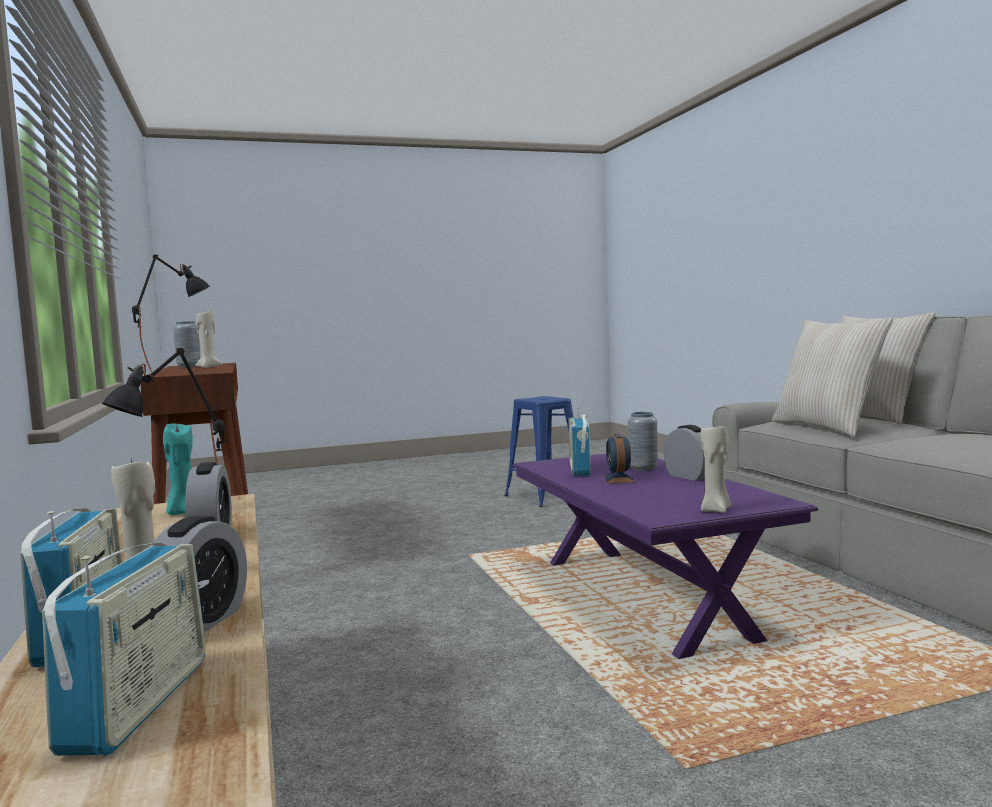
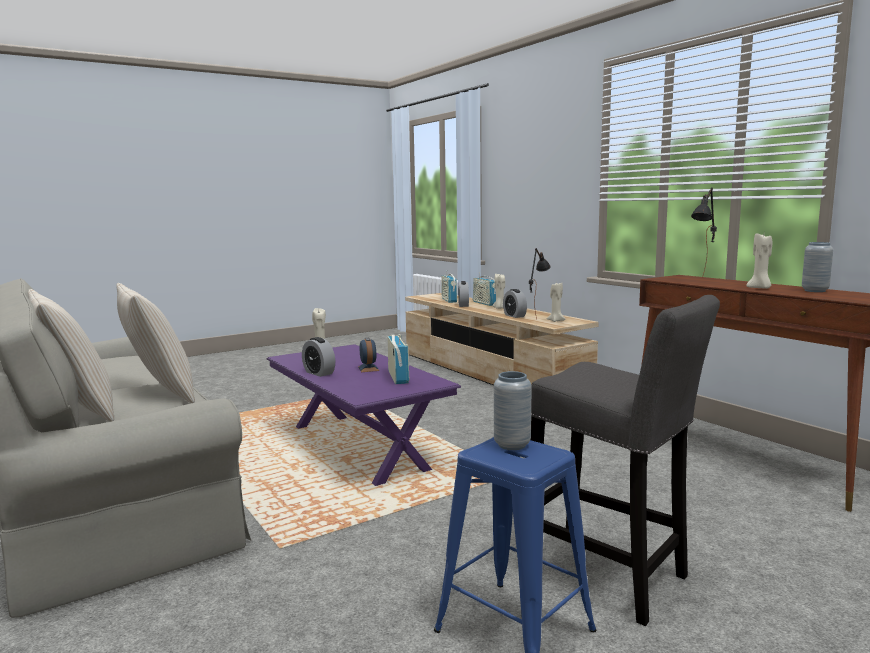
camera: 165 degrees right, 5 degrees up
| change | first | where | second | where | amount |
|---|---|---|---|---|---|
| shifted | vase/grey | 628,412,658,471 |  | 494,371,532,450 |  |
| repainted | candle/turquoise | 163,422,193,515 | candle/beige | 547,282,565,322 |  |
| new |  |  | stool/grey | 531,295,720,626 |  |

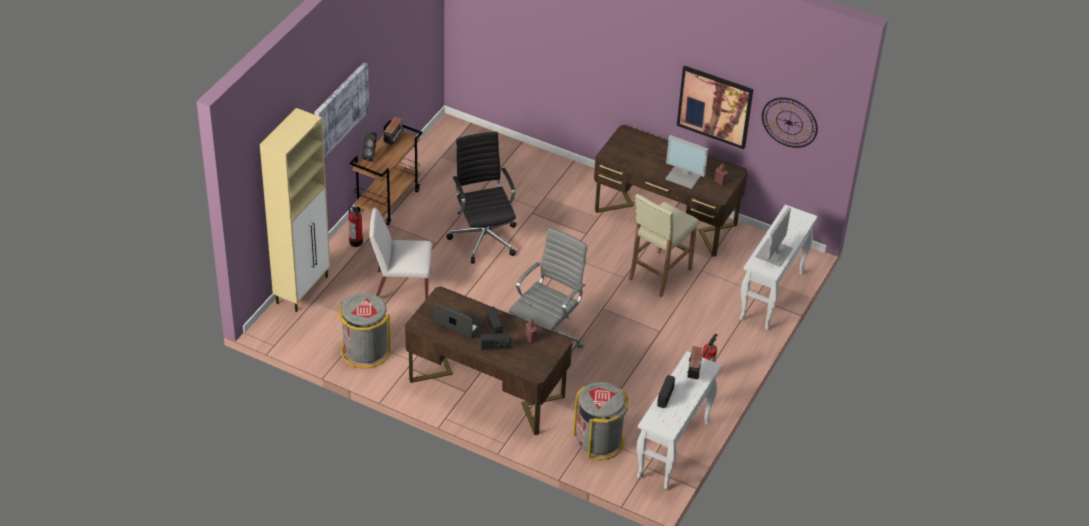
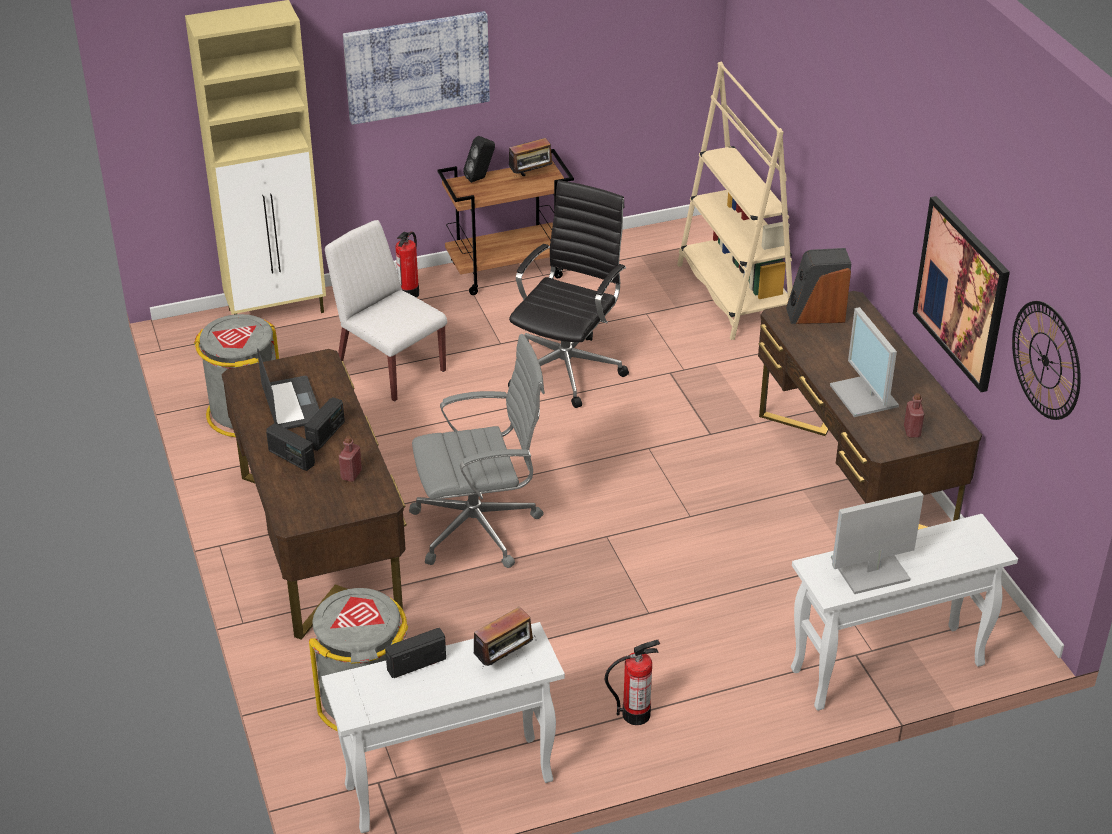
camera: 45 degrees right, 5 degrees down
| change | first | where | second | where | amount |
|---|---|---|---|---|---|
| gone | stool/beige | 629,194,699,297 |  |  |  |
| new |  |  | bookcase/beige | 677,62,793,340 |  |
| new |  |  | speaker | 786,248,851,324 |  |

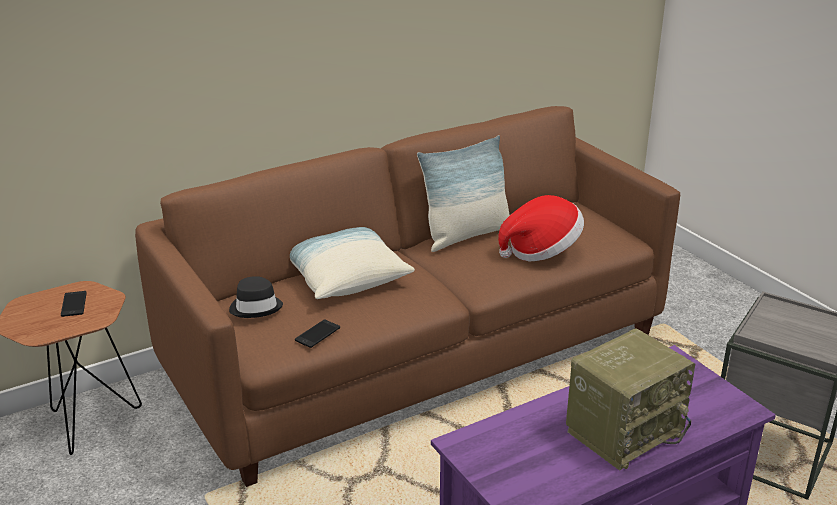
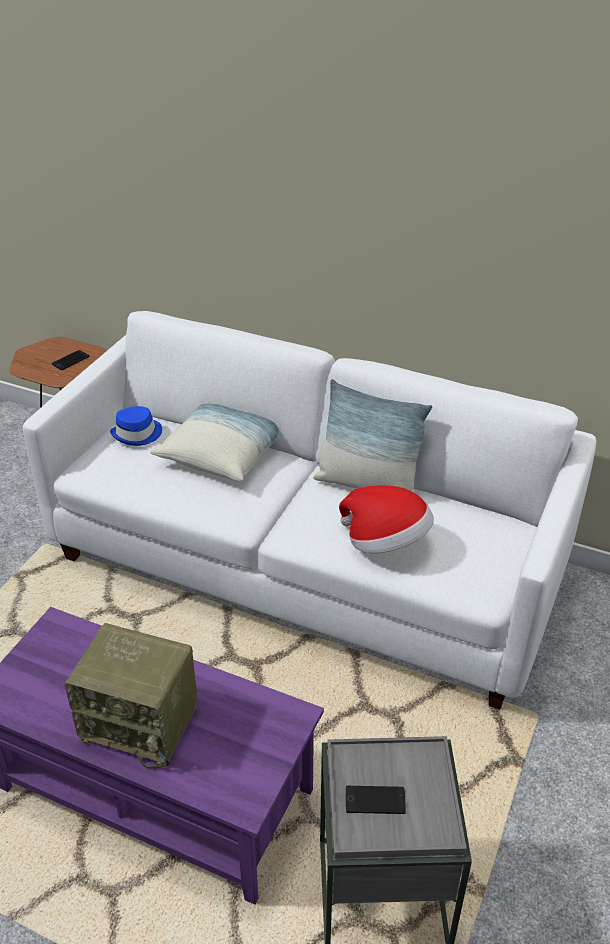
camera: 55 degrees right, 10 degrees up
| change | first | where | second | where | amount |
|---|---|---|---|---|---|
| repainted | sofa/brown | 135,106,680,487 | sofa/white | 23,311,596,710 |  |
| repainted | hat/black | 229,276,283,318 | hat/blue | 110,406,162,446 |  |
| shifted | phone | 295,320,340,348 |  | 346,786,406,814 |  |

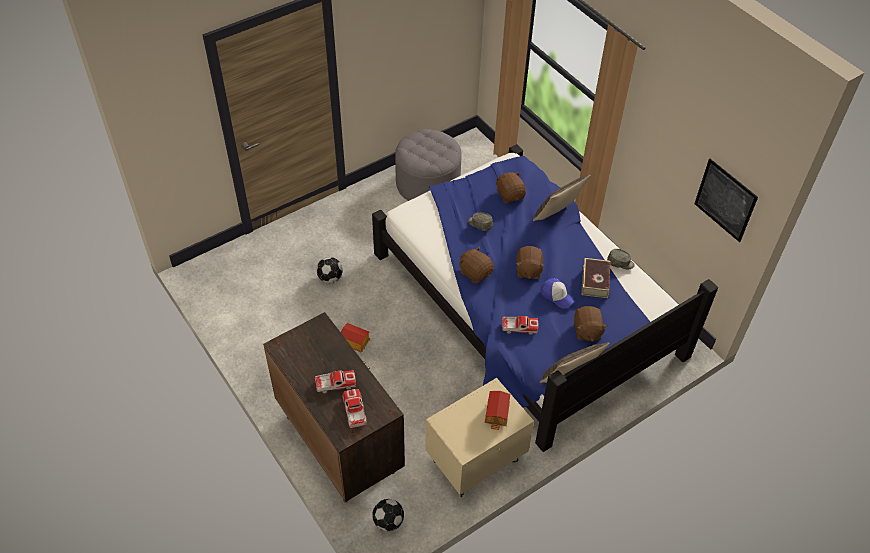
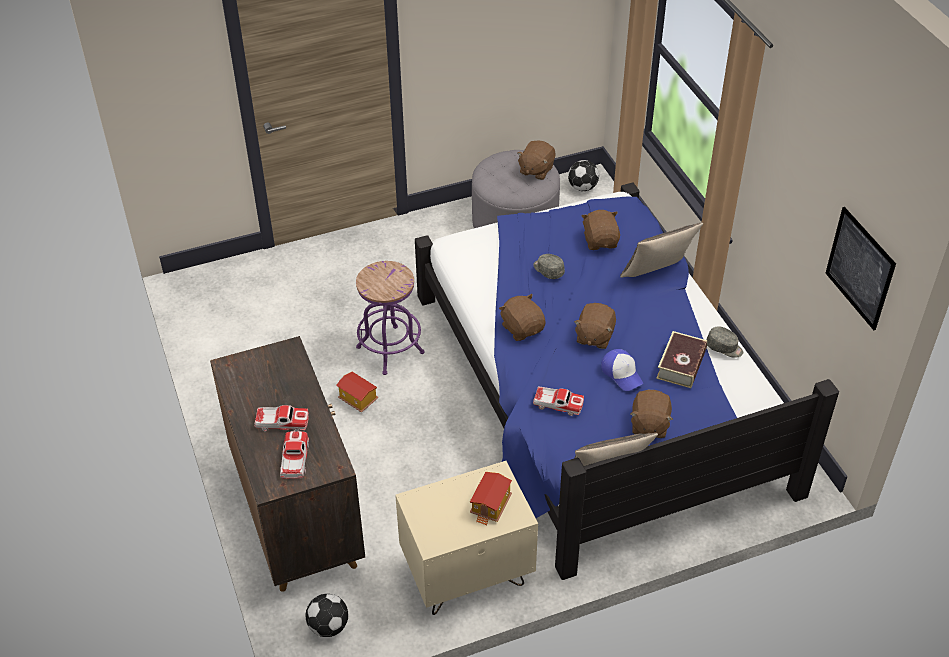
camera: 15 degrees right, 5 degrees down
| change | first | where | second | where | amount |
|---|---|---|---|---|---|
| shifted | football | 316,257,343,283 |  | 568,160,599,191 |  |
| new |  |  | plush toy/brown | 517,140,556,180 |  |
| new |  |  | stool/purple | 356,261,425,375 |  |

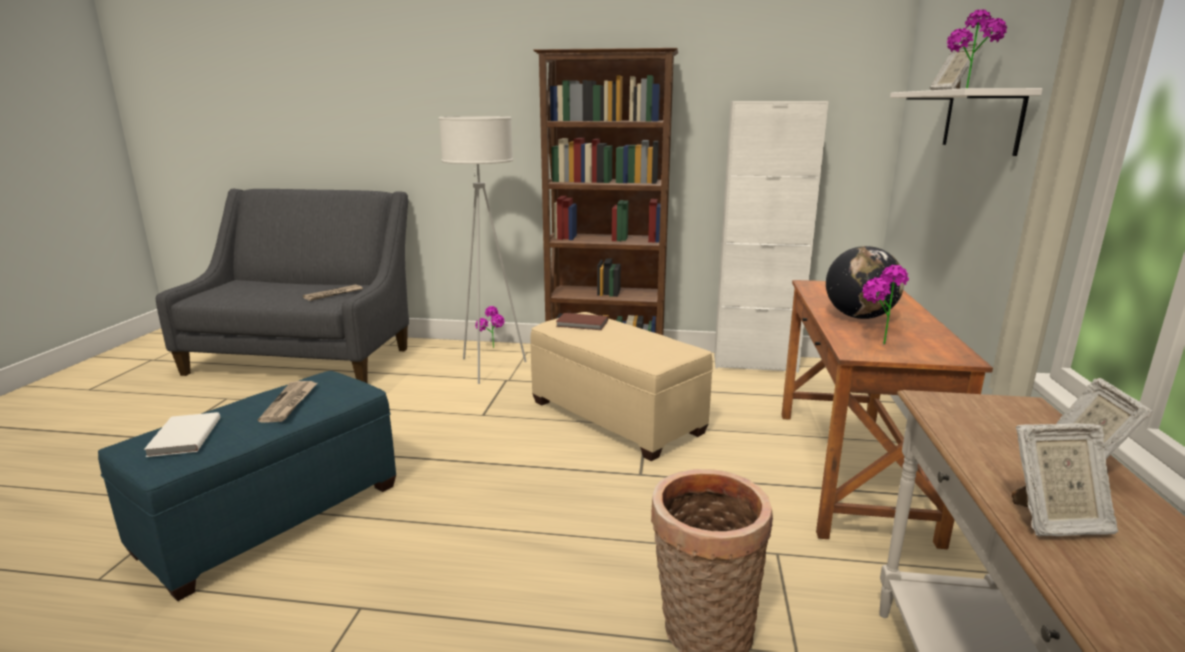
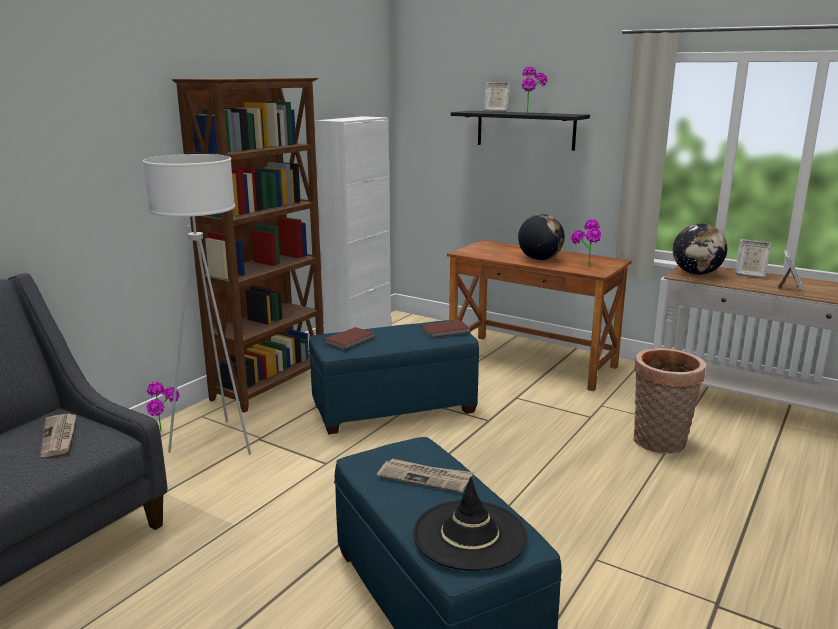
camera: 65 degrees left, 0 degrees up
| change | first | where | second | where | amount |
|---|---|---|---|---|---|
| repainted | shelf/white | 890,88,1043,156 | shelf/black | 451,111,590,151 |  |
| repainted | ottoman/beige | 530,312,713,461 | ottoman/blue | 309,320,479,434 |  |
| swapped | book/white | 144,412,220,457 | hat/black | 413,477,527,571 |  |
| new |  |  | globe | 673,223,727,275 |  |
| new |  |  | book/brown | 421,320,471,338 |  |

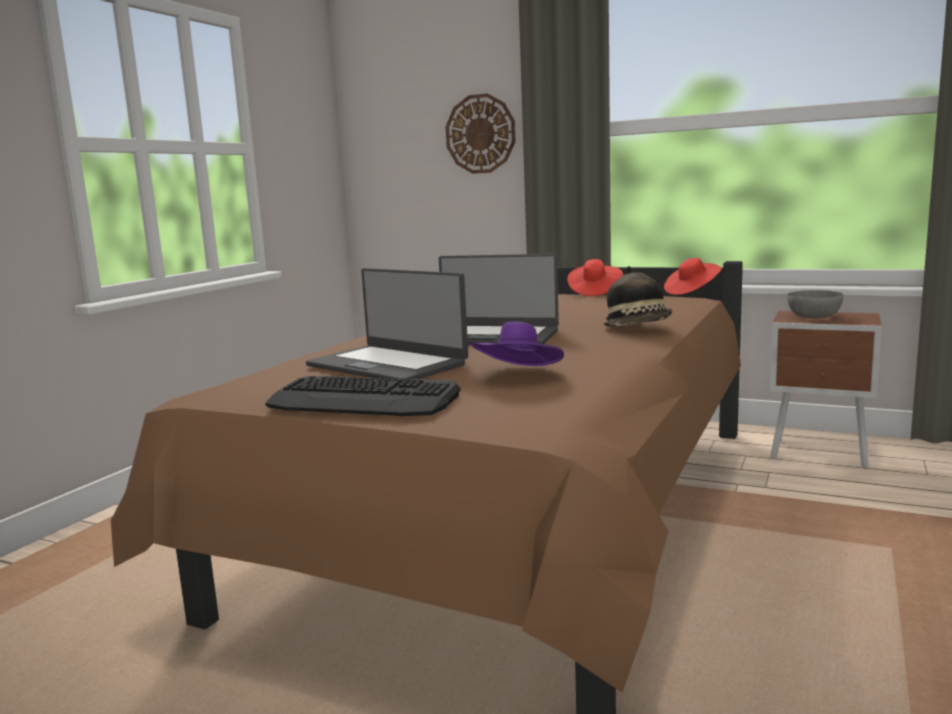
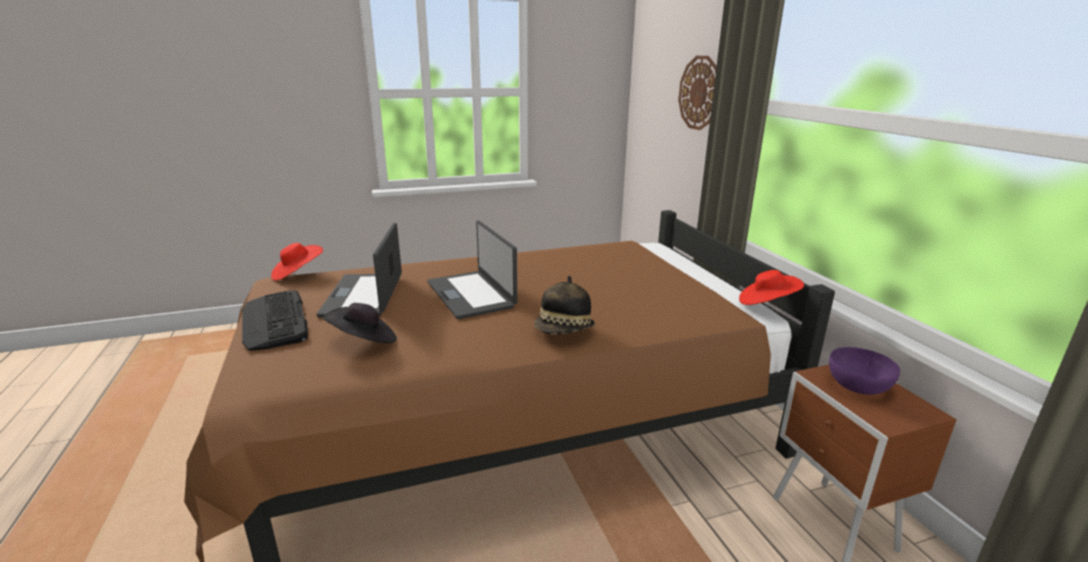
camera: 45 degrees right, 10 degrees up
| change | first | where | second | where | amount |
|---|---|---|---|---|---|
| shifted | hat/red | 567,259,623,296 |  | 271,243,323,281 |  |
| repainted | bowl/grey | 787,290,843,318 | bowl/purple | 829,347,900,395 |  |
| repainted | hat/purple | 470,322,564,366 | hat/black | 323,303,397,343 |  |

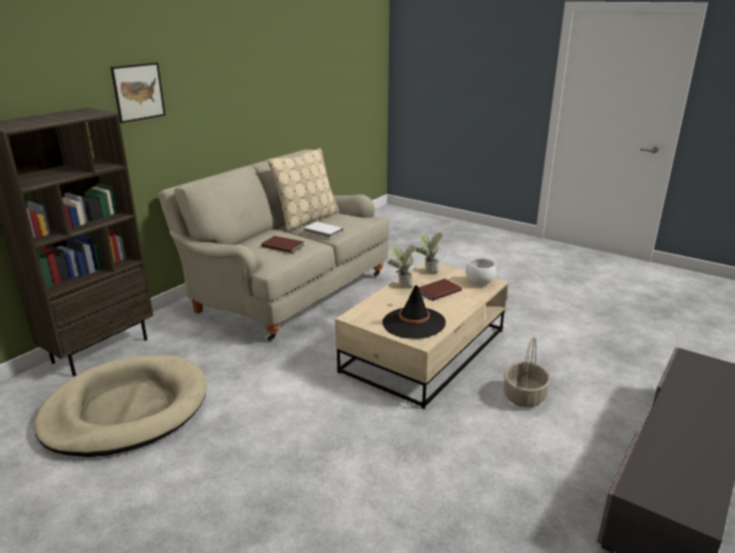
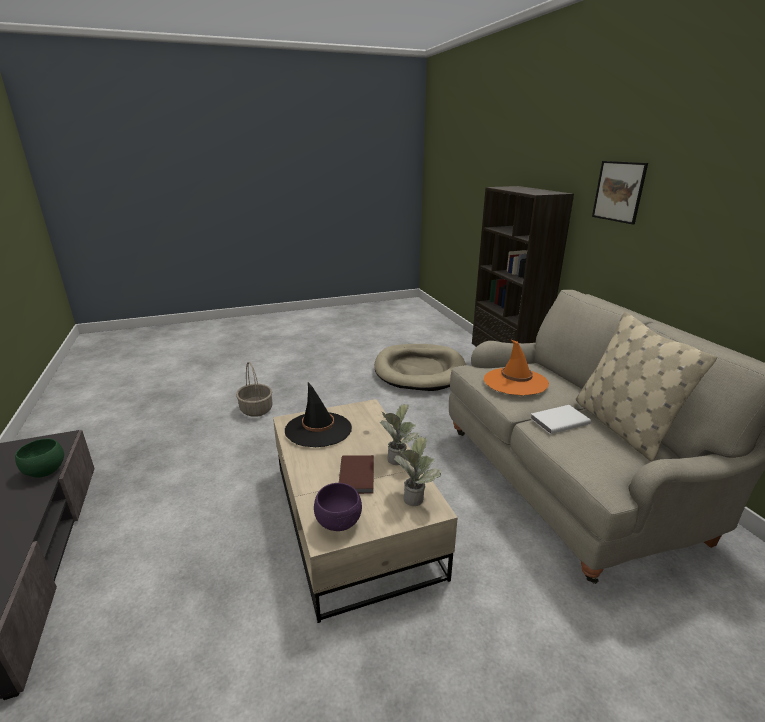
camera: 125 degrees right, 0 degrees up
| change | first | where | second | where | amount |
|---|---|---|---|---|---|
| swapped | book/brown | 261,236,304,253 | hat/orange | 484,340,549,395 |  |
| repainted | bowl/white | 465,258,496,286 | bowl/purple | 314,483,362,531 |  |
| shifted | basket | 504,337,551,407 |  | 236,362,272,417 |  |
| new |  |  | bowl/green | 15,438,64,478 |  |

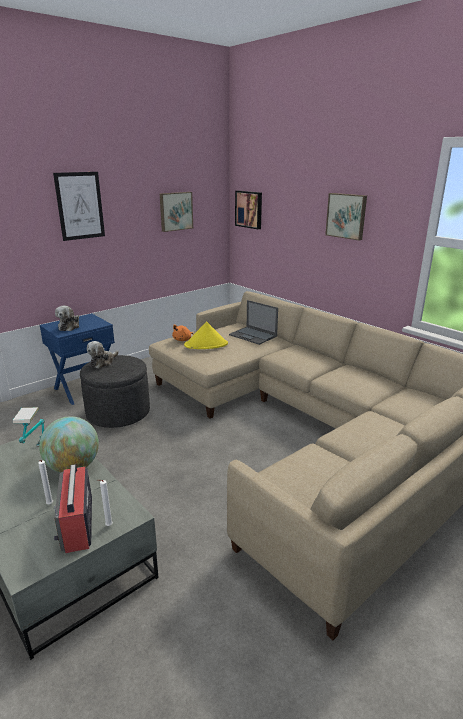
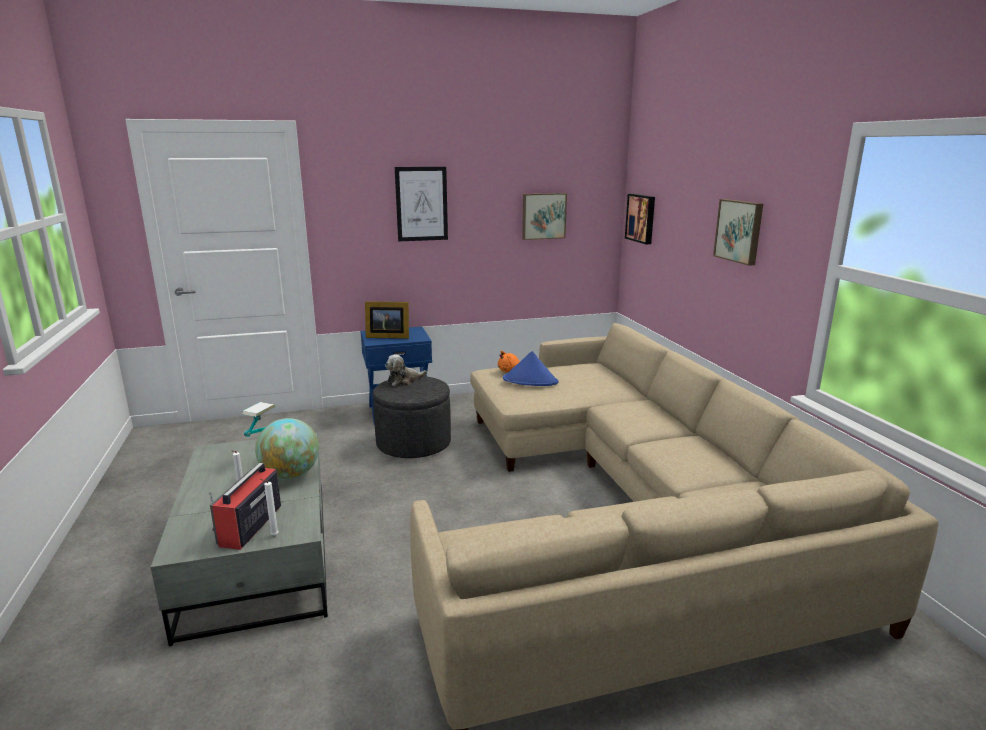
camera: 25 degrees right, 5 degrees down
| change | first | where | second | where | amount |
|---|---|---|---|---|---|
| gone | laptop | 229,300,278,345 |  |  |  |
| swapped | plush toy | 55,305,79,331 | picture frame | 365,301,409,339 |  |
| repainted | hat/yellow | 184,322,228,349 | hat/blue | 503,351,558,386 |  |

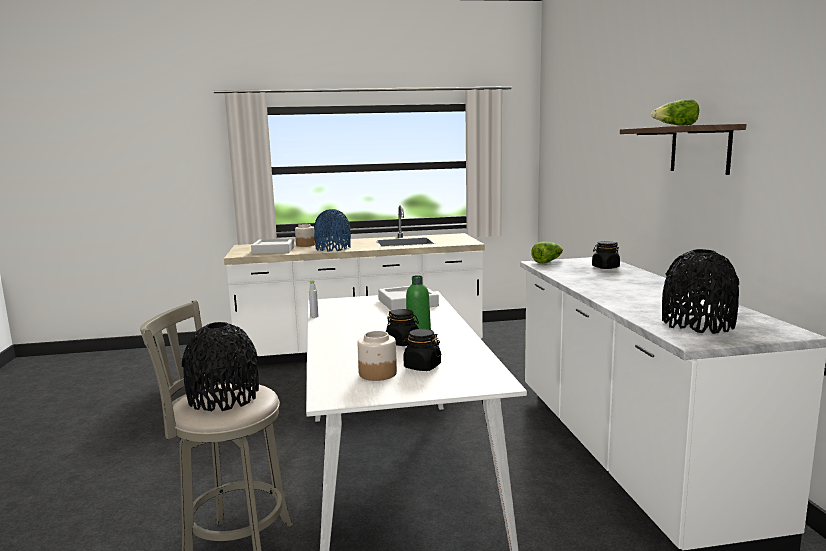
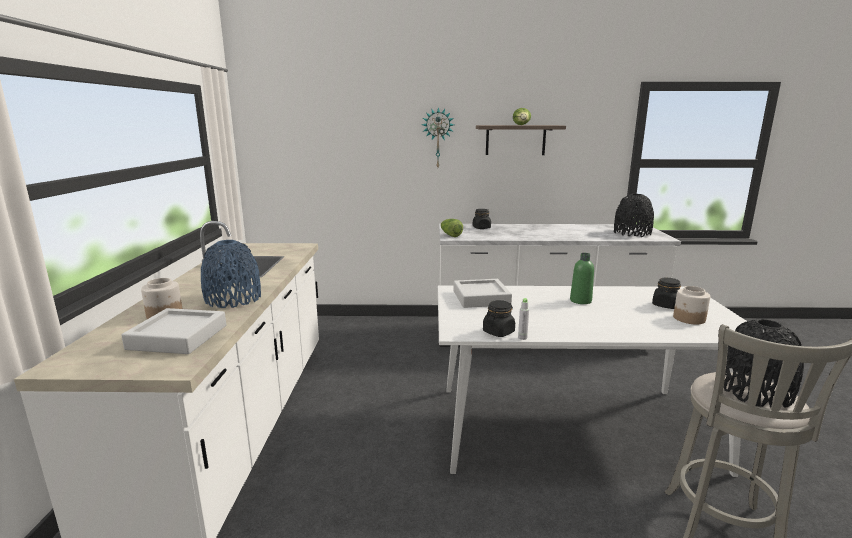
camera: 80 degrees left, 5 degrees up
| change | first | where | second | where | amount |
|---|---|---|---|---|---|
| shifted | jar/black | 386,309,419,346 |  | 483,300,515,337 |  |
| new |  |  | wall clock | 422,107,454,167 |  |

